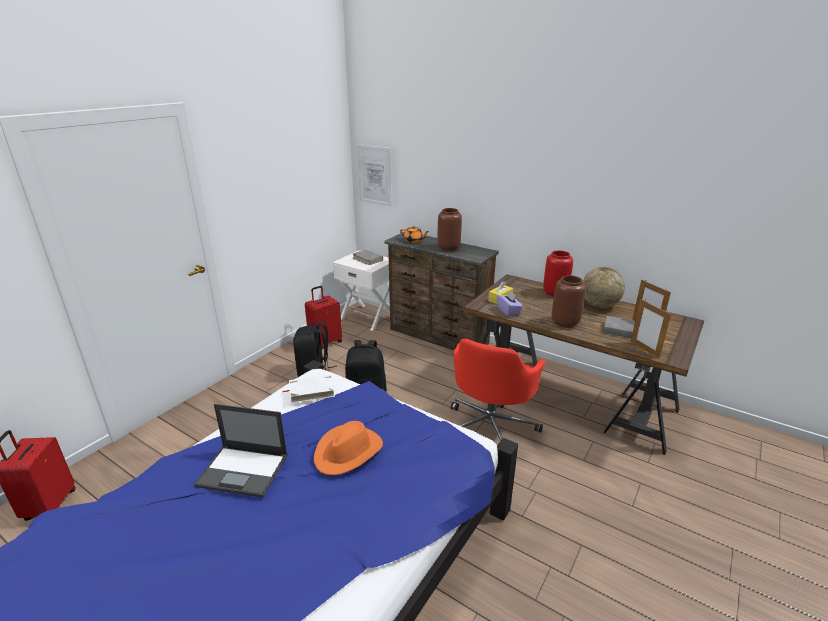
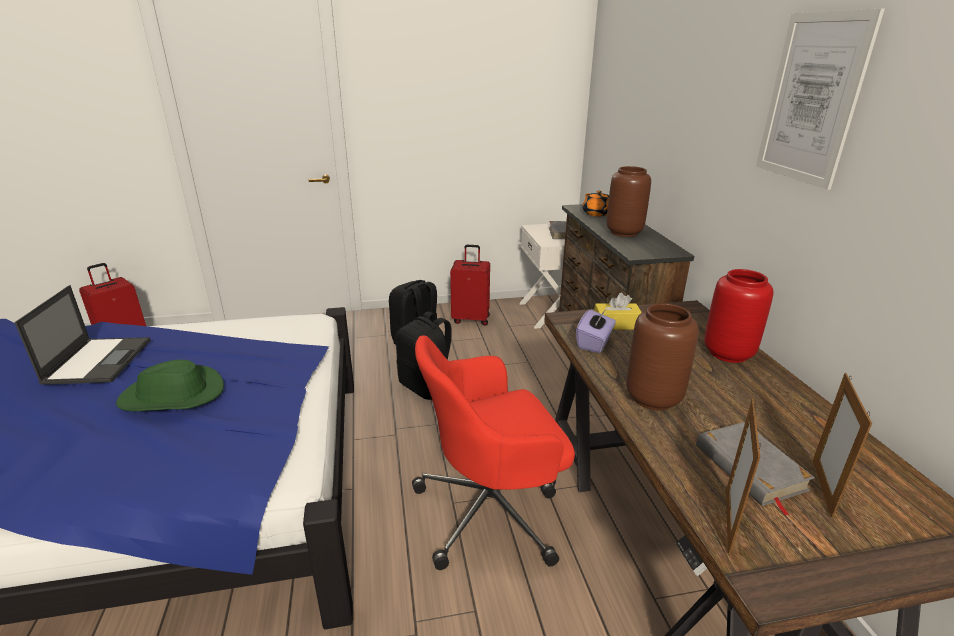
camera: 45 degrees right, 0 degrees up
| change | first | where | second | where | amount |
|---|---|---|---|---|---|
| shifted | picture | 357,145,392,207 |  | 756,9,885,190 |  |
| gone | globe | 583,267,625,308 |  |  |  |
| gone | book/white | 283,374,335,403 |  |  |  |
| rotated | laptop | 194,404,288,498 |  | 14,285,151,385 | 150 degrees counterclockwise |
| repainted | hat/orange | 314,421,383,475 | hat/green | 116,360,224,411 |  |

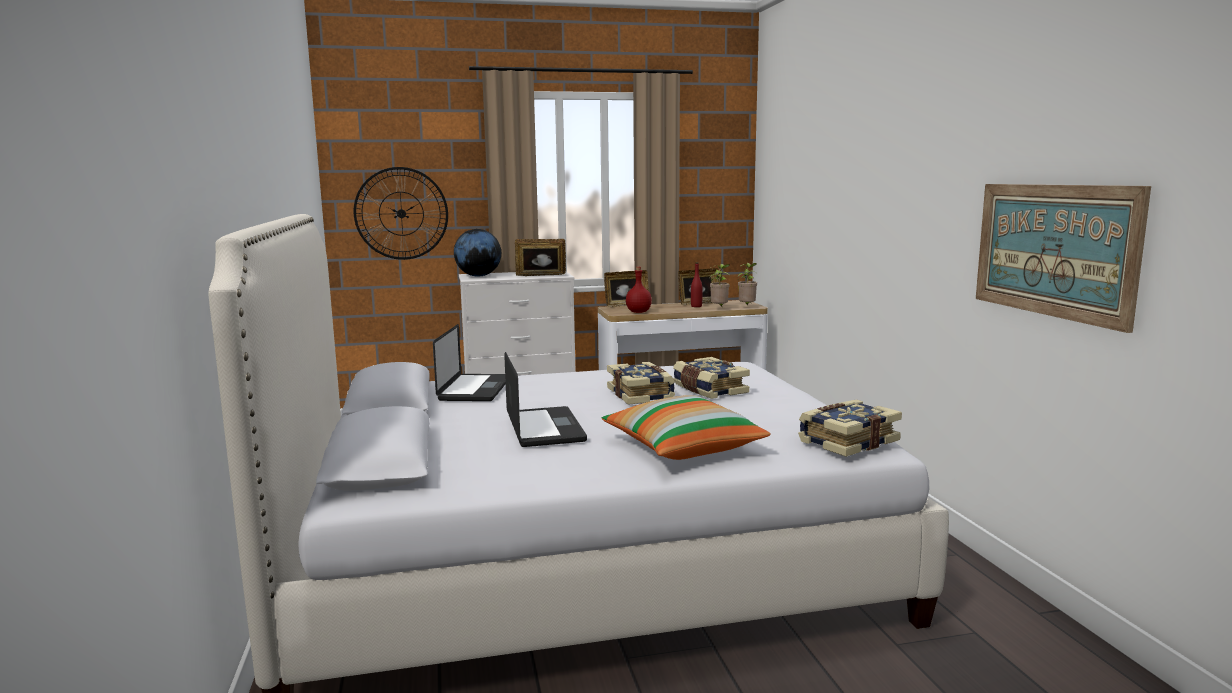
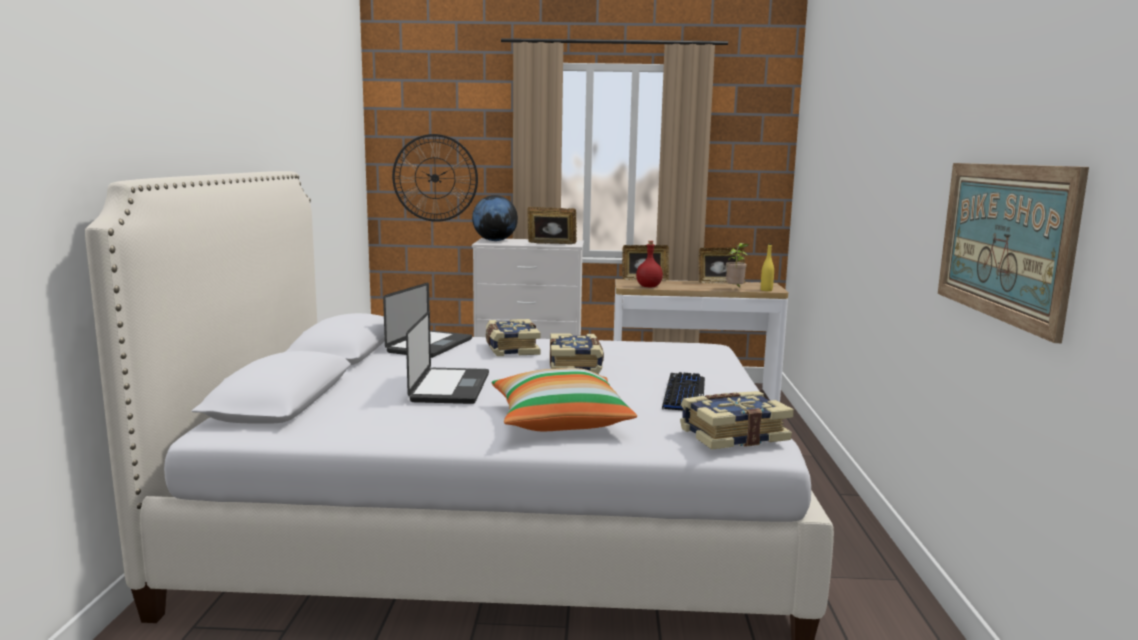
camera: 15 degrees right, 0 degrees up
| change | first | where | second | where | amount |
|---|---|---|---|---|---|
| gone | bottle/red | 691,263,703,307 |  |  |  |
| swapped | potted plant | 738,263,758,305 | bottle/yellow | 761,244,774,291 |  |
| shifted | book | 673,357,750,399 |  | 486,319,541,356 |  |
| new |  |  | keyboard | 662,372,705,410 |  |

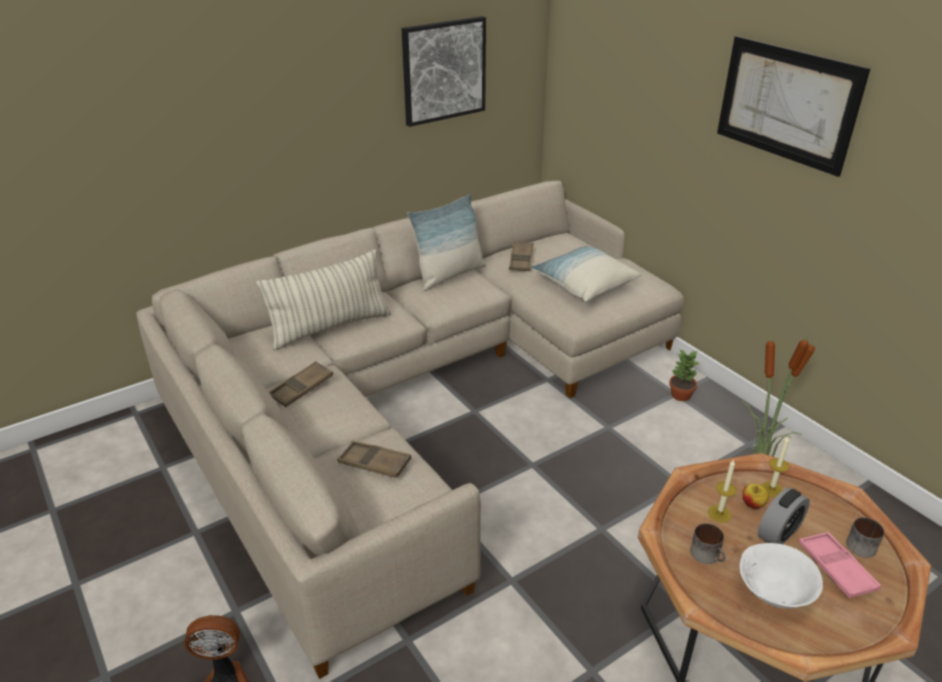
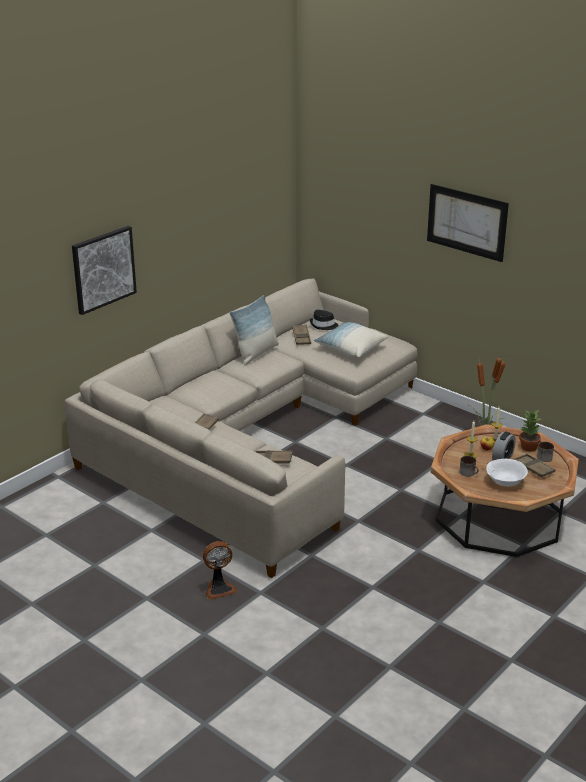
camera: 15 degrees left, 5 degrees down
| change | first | where | second | where | amount |
|---|---|---|---|---|---|
| shifted | picture | 402,16,486,127 |  | 72,226,137,315 |  |
| gone | pillow | 257,250,391,351 |  |  |  |
| shifted | potted plant | 669,350,700,401 |  | 519,410,542,451 |  |
| repainted | tray/pink | 799,531,881,598 | tray/brown | 513,453,555,477 |  |
| new |  |  | hat/black | 310,310,339,330 |  |

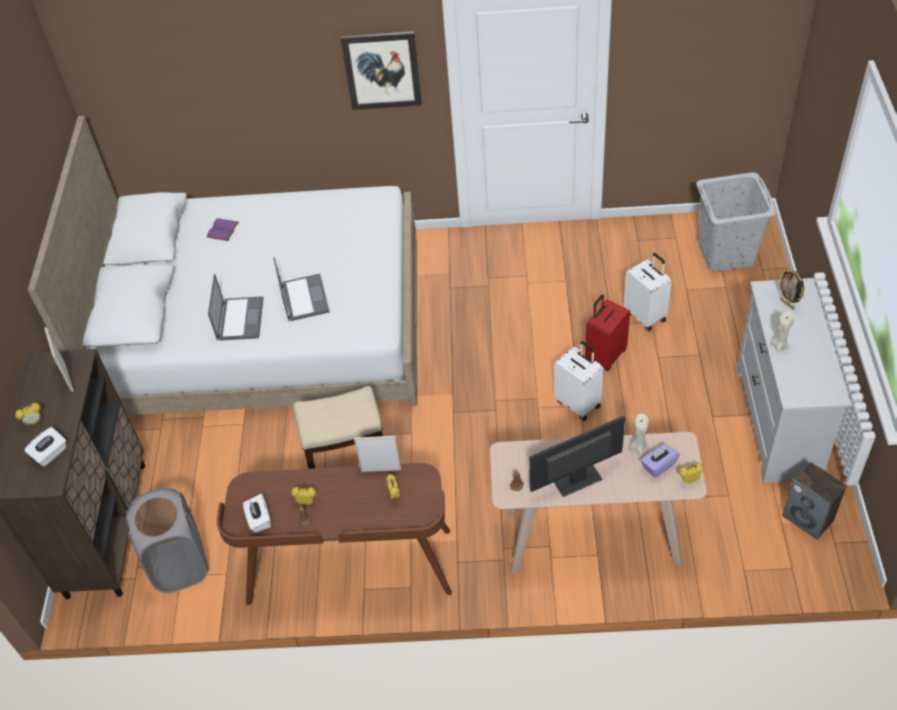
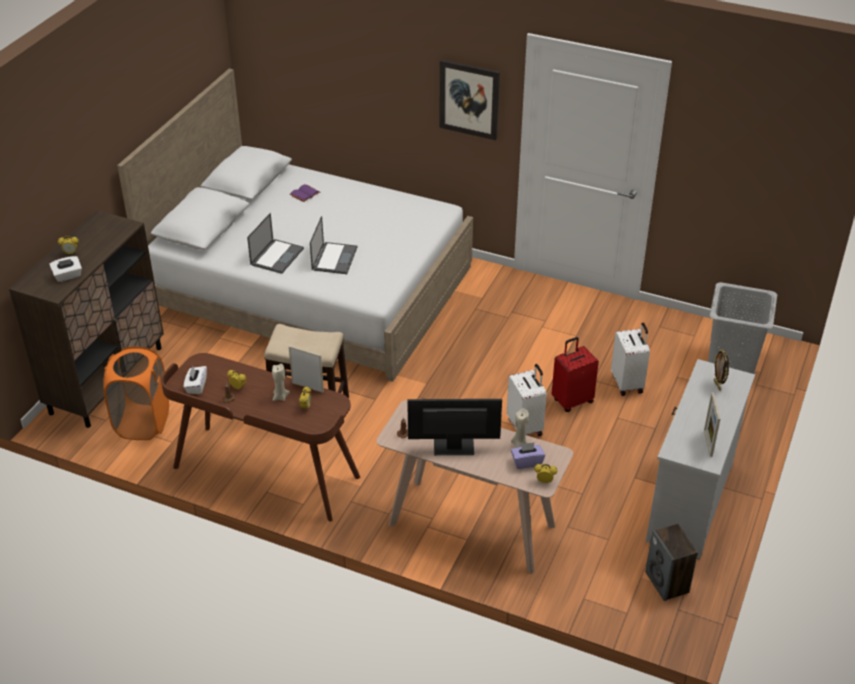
camera: 20 degrees right, 10 degrees down
| change | first | where | second | where | amount |
|---|---|---|---|---|---|
| shifted | candle/beige | 770,311,794,352 |  | 272,364,290,401 |  |
| shifted | picture frame | 44,327,74,392 |  | 704,393,720,457 |  |
| repainted | laundry basket/grey | 126,488,209,593 | laundry basket/orange | 103,347,169,440 |  |

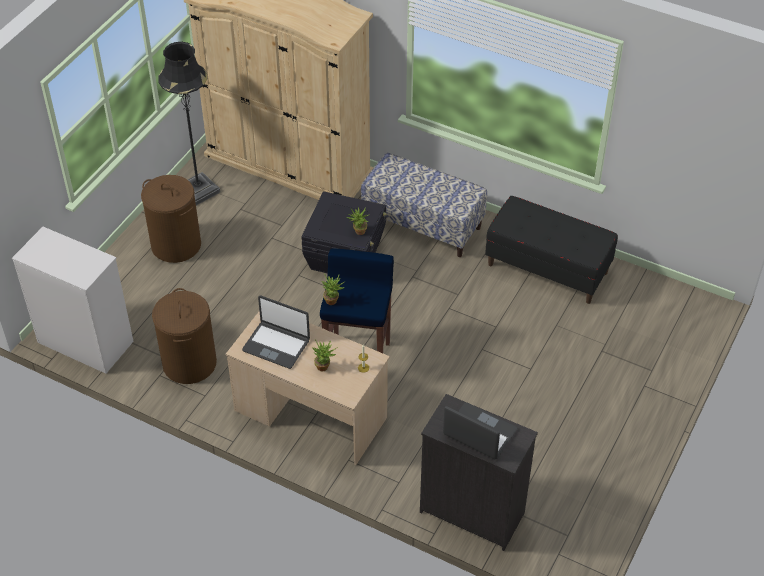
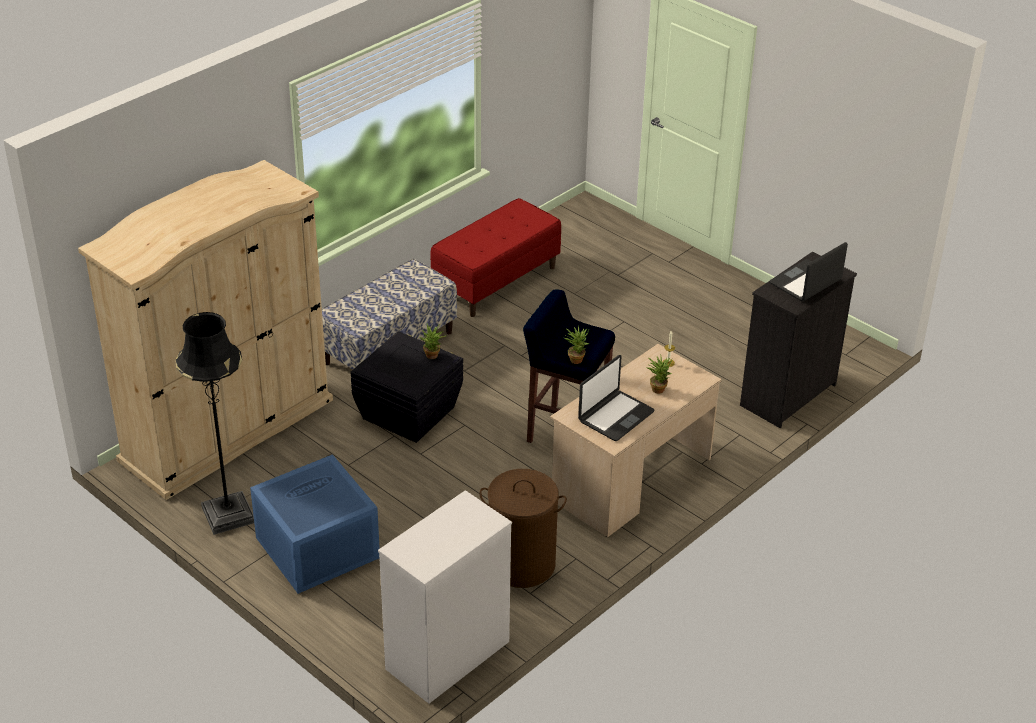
camera: 75 degrees left, 10 degrees down
| change | first | where | second | where | amount |
|---|---|---|---|---|---|
| swapped | laundry basket/brown | 141,175,201,263 | storage box/blue | 250,454,380,594 |  |
| repainted | bench/black | 485,196,618,304 | bench/red | 430,198,561,317 |  |

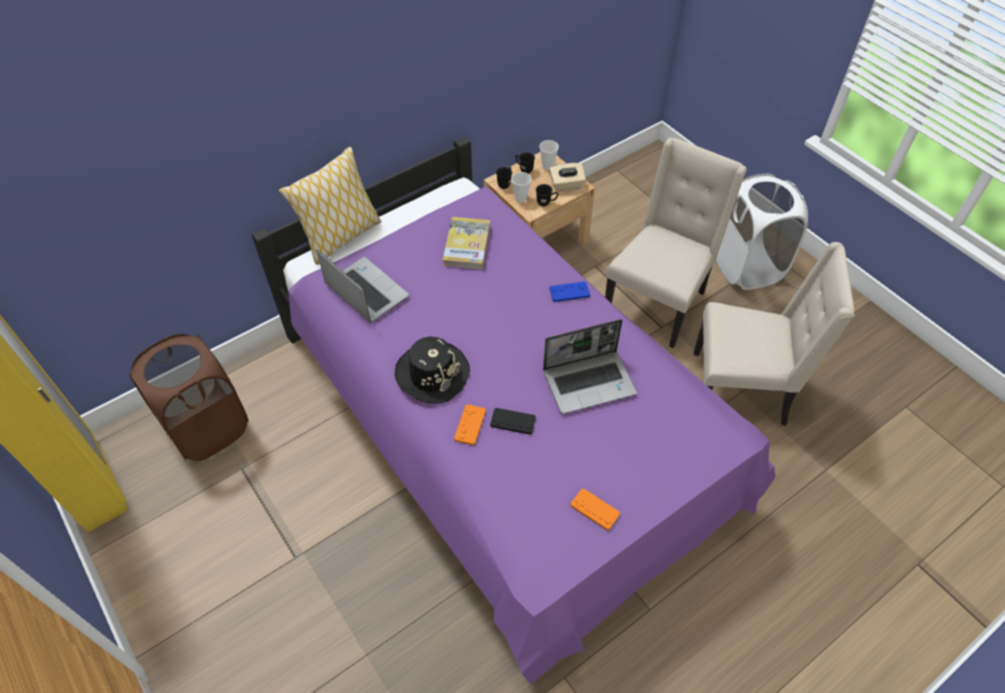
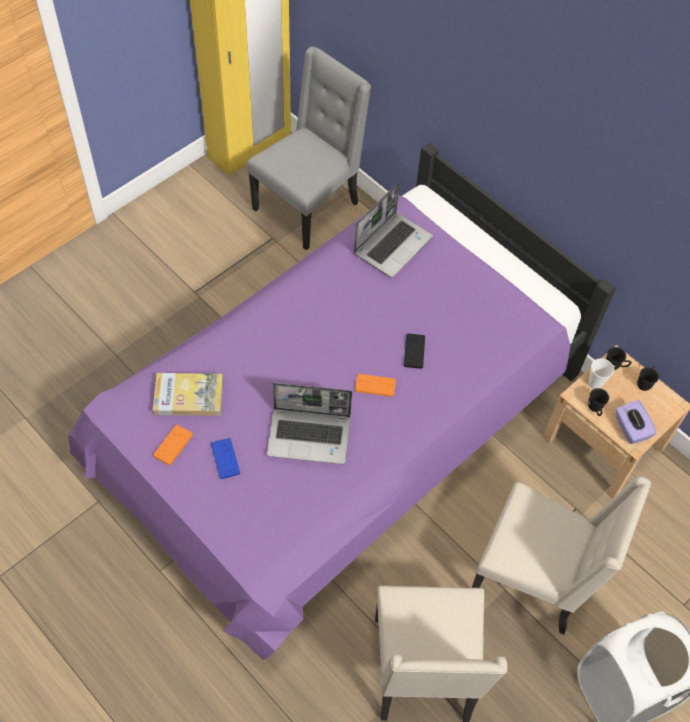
camera: 80 degrees right, 5 degrees up
| change | first | where | second | where | amount |
|---|---|---|---|---|---|
| gone | cup | 539,140,559,170 |  |  |  |
| gone | pillow | 279,147,382,265 |  |  |  |
| repainted | tissue box/beige | 549,163,586,191 | tissue box/purple | 616,400,656,444 |  |
| shifted | book | 443,217,490,269 |  | 153,373,223,416 |  |
| shifted | game controller/blue | 549,281,590,302 |  | 211,438,240,479 |  |
| rotated | laptop | 543,319,637,414 |  | 267,383,352,464 | 60 degrees counterclockwise |
| swapped | laundry basket/brown | 128,334,249,461 | chair/grey | 247,46,371,250 |  |
| gone | hat/black | 395,337,470,404 |  |  |  |
| shifted | game controller/orange | 454,404,486,445 |  | 355,374,396,397 |  |
| shifted | game controller/black | 490,408,536,435 |  | 404,333,425,369 |  |

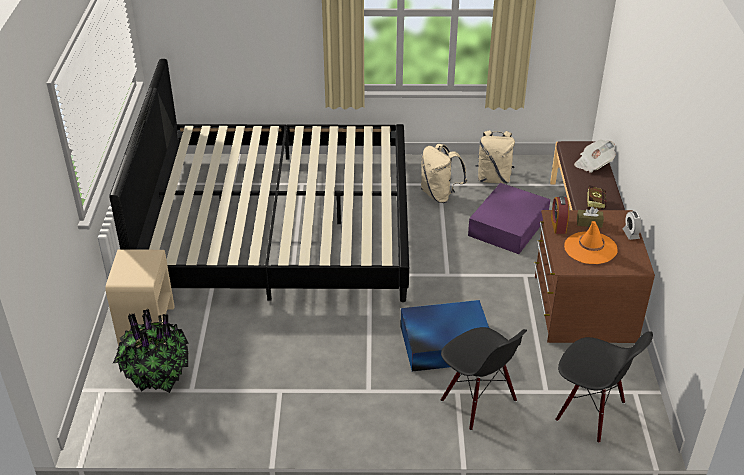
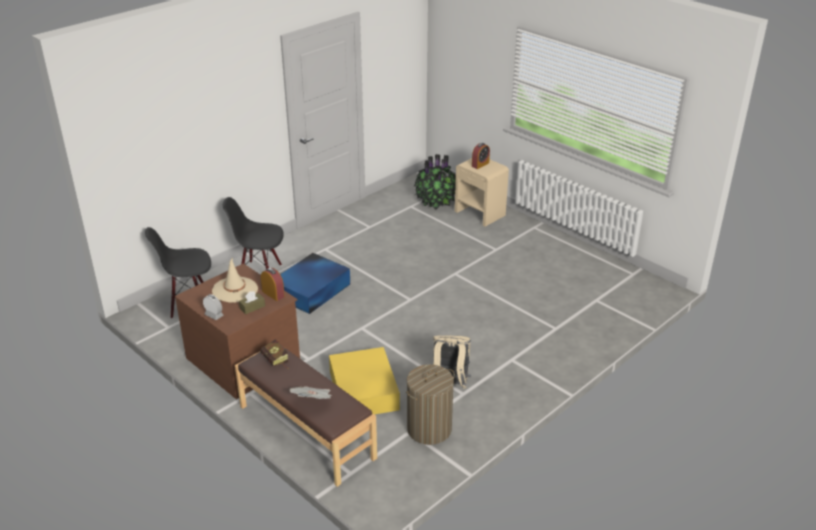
camera: 135 degrees right, 5 degrees down
| change | first | where | second | where | amount |
|---|---|---|---|---|---|
| gone | bed | 109,59,409,302 |  |  |  |
| swapped | backpack/beige | 475,130,515,184 | laundry basket | 406,364,455,445 |  |
| repainted | storage box/purple | 468,183,550,254 | storage box/yellow | 329,347,400,414 |  |
| repainted | hat/orange | 564,221,618,264 | hat/beige | 212,257,258,303 |  |
| new |  |  | alarm clock | 472,143,490,169 |  |

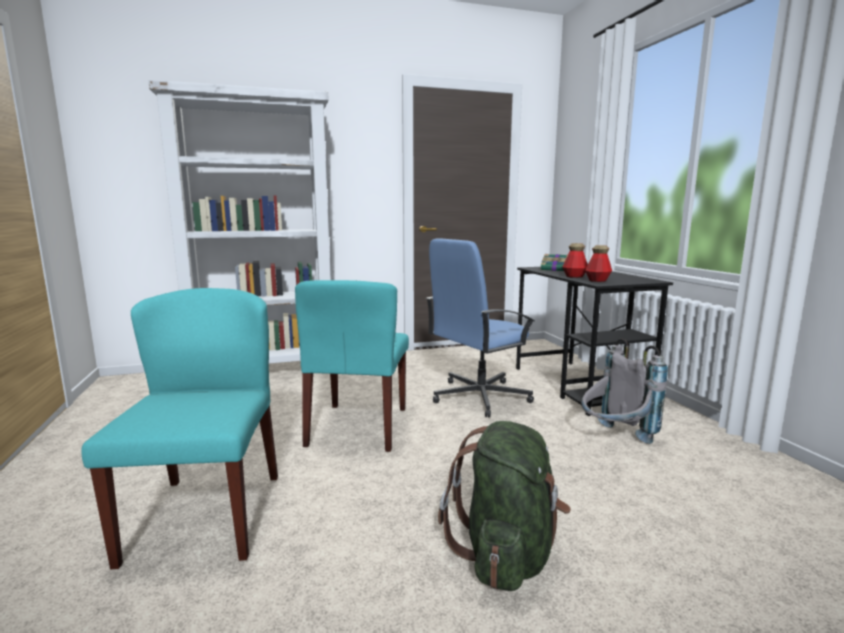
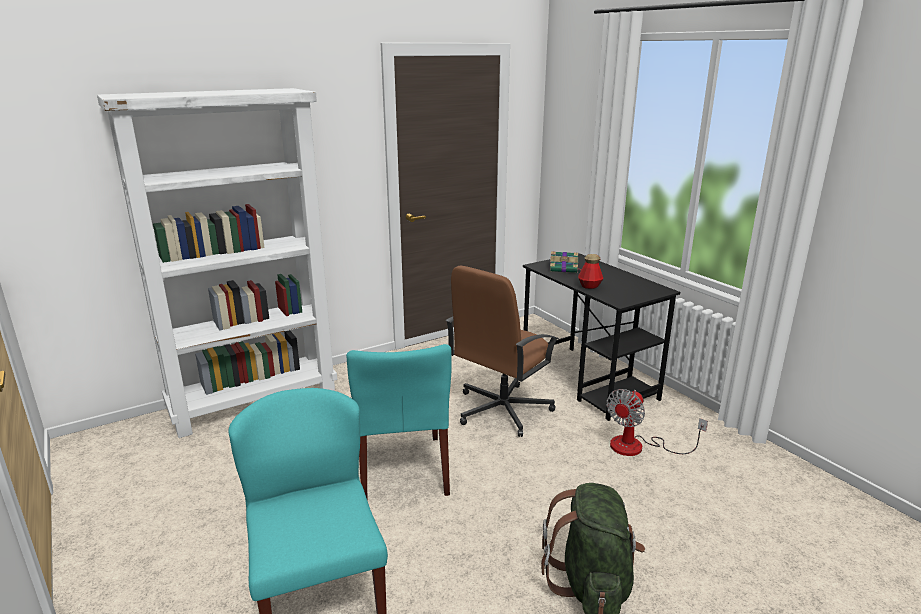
camera: 15 degrees left, 10 degrees up
| change | first | where | second | where | amount |
|---|---|---|---|---|---|
| repainted | office chair/blue | 426,238,535,417 | office chair/brown | 446,266,559,437 |  |
| gone | bottle | 585,245,612,282 |  |  |  |
| swapped | backpack/grey | 581,338,668,444 | fan | 606,389,708,456 |  |

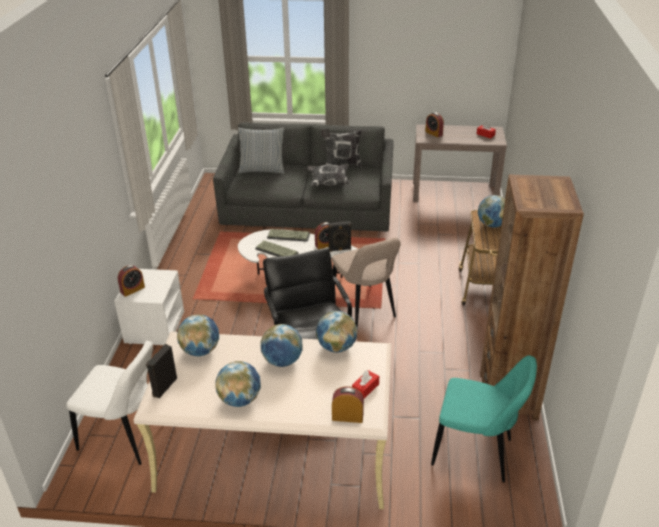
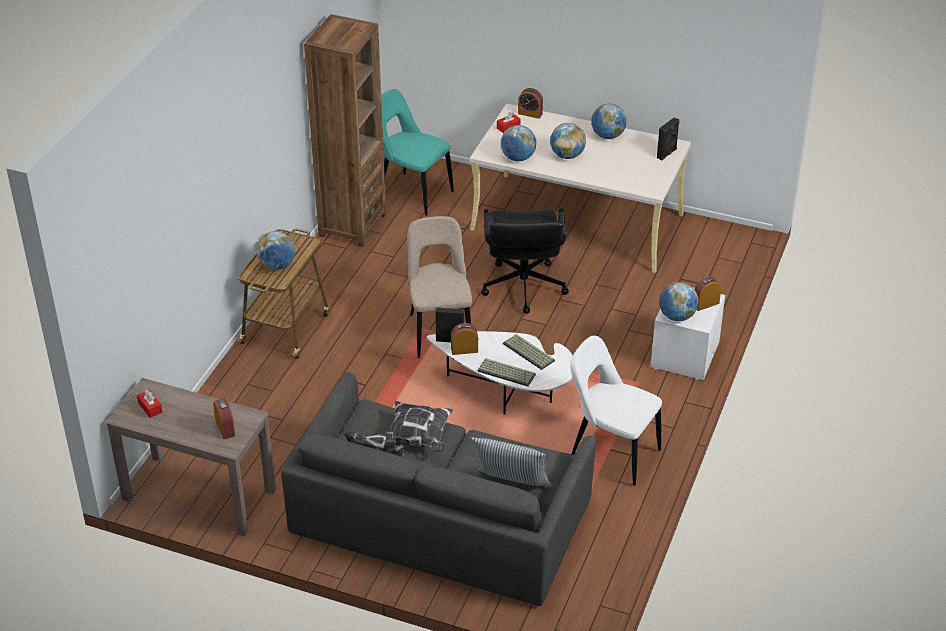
camera: 165 degrees left, 5 degrees up
| change | first | where | second | where | amount |
|---|---|---|---|---|---|
| shifted | globe | 177,314,219,356 |  | 659,282,699,321 |  |
| shifted | chair/white | 66,341,153,465 |  | 570,336,662,486 |  |

